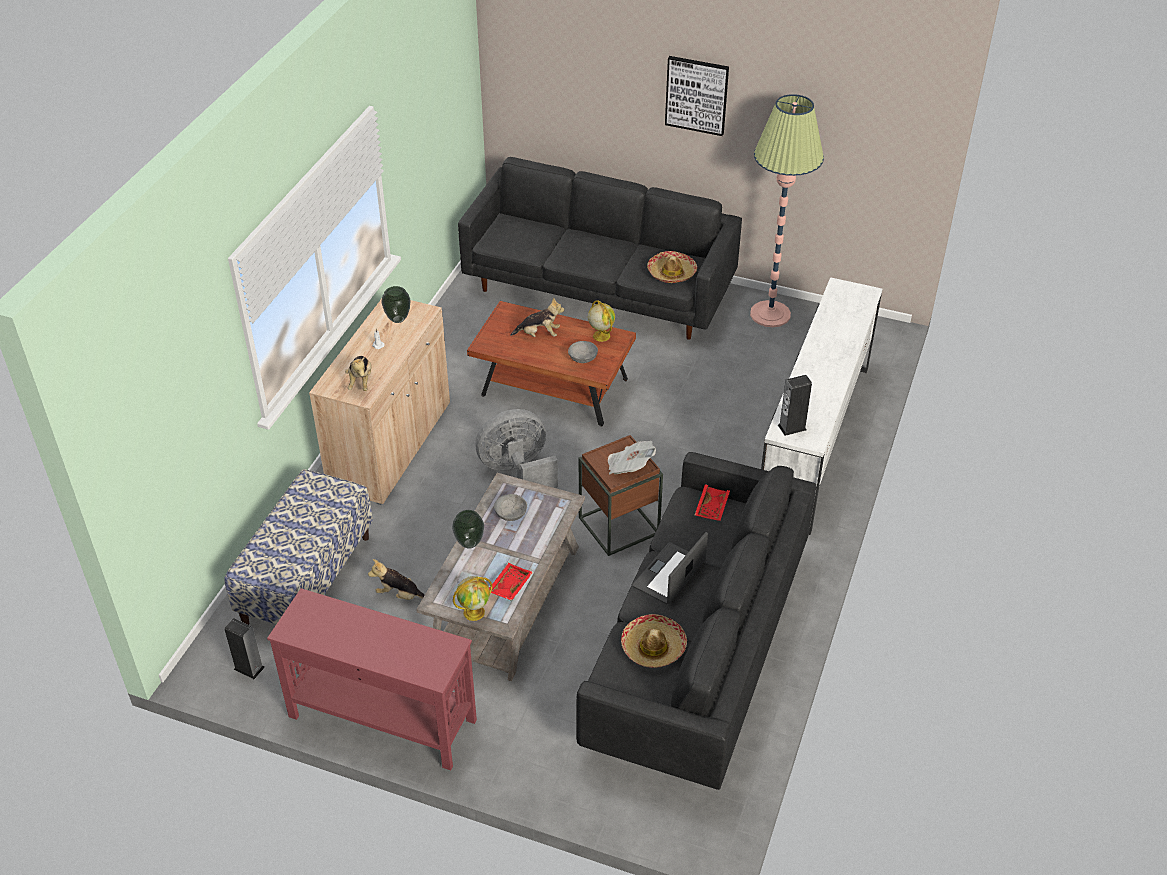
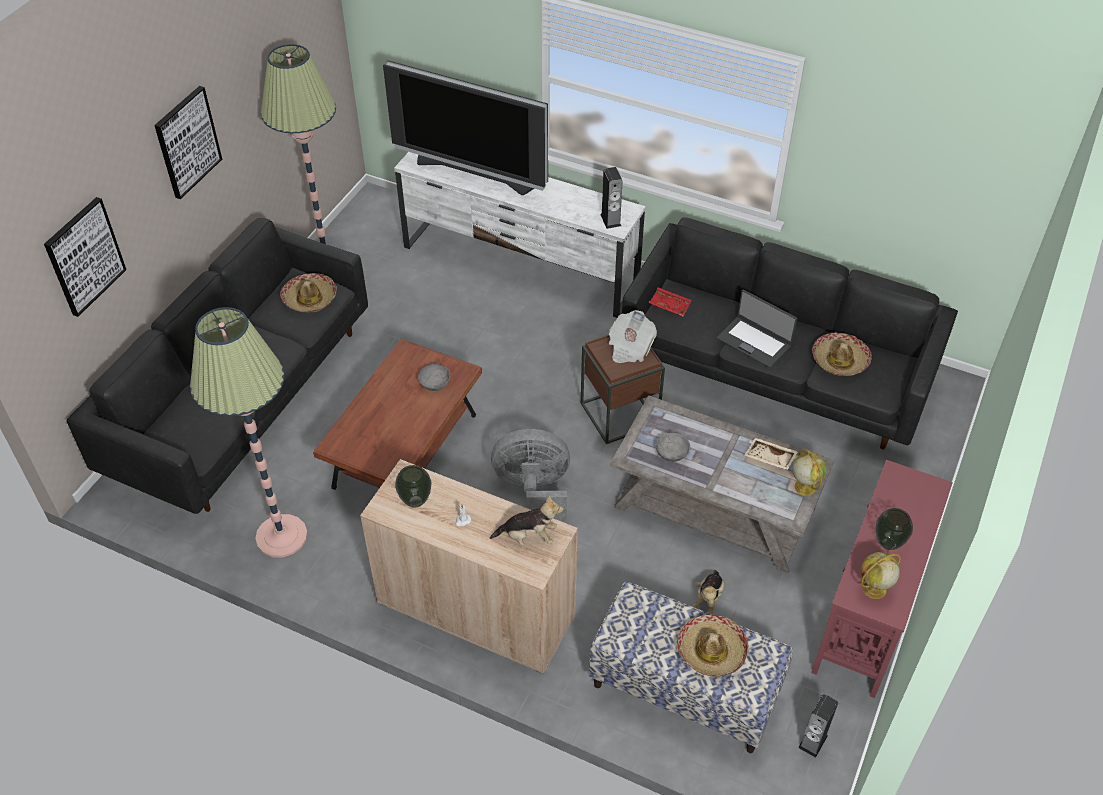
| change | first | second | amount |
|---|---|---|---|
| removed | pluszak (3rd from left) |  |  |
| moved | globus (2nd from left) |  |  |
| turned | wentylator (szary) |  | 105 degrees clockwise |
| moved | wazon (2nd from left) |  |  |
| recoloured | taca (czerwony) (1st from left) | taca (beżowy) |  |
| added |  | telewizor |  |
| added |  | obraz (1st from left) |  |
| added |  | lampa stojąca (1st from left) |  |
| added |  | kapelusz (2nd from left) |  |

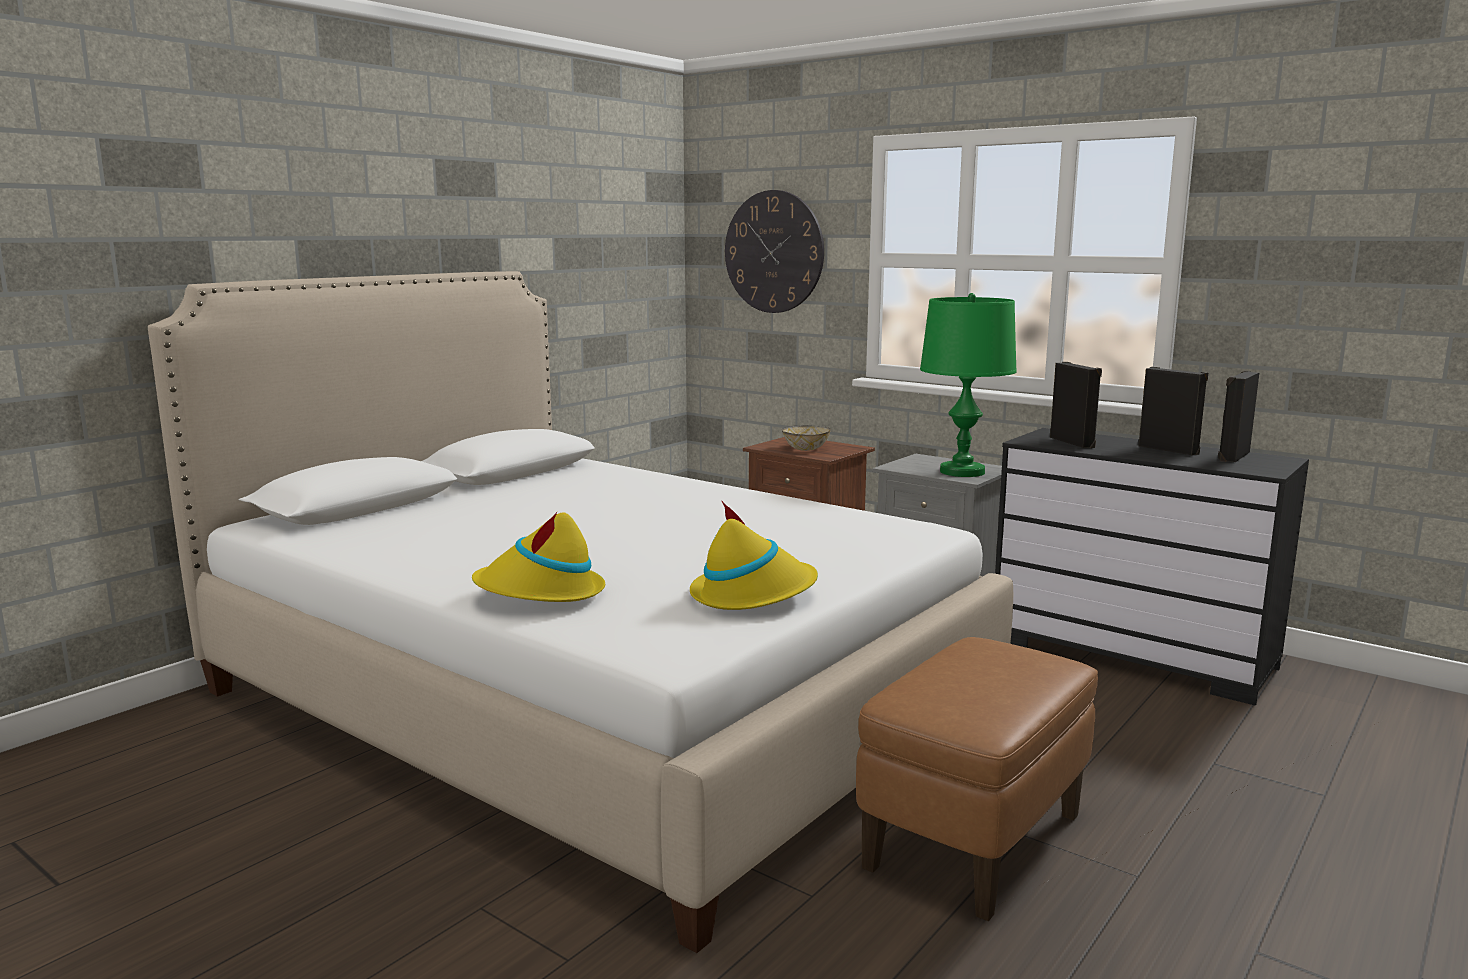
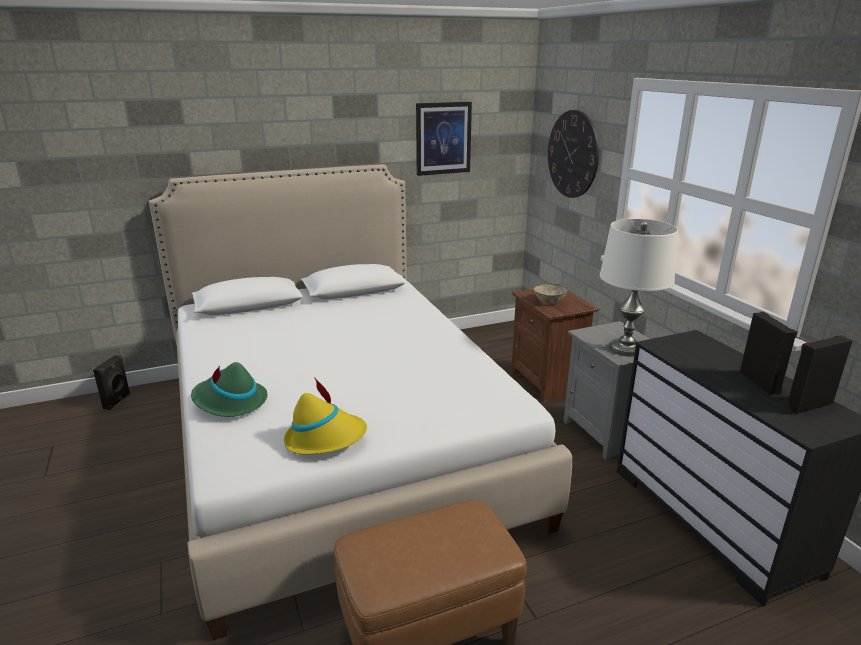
| change | first | second | amount |
|---|---|---|---|
| recoloured | lampa stołowa (zielony) | lampa stołowa (biały) |  |
| moved | głośnik (czarny) (1st from left) |  |  |
| recoloured | kapelusz (żółty) (1st from left) | kapelusz (zielony) |  |
| added |  | obraz |  |

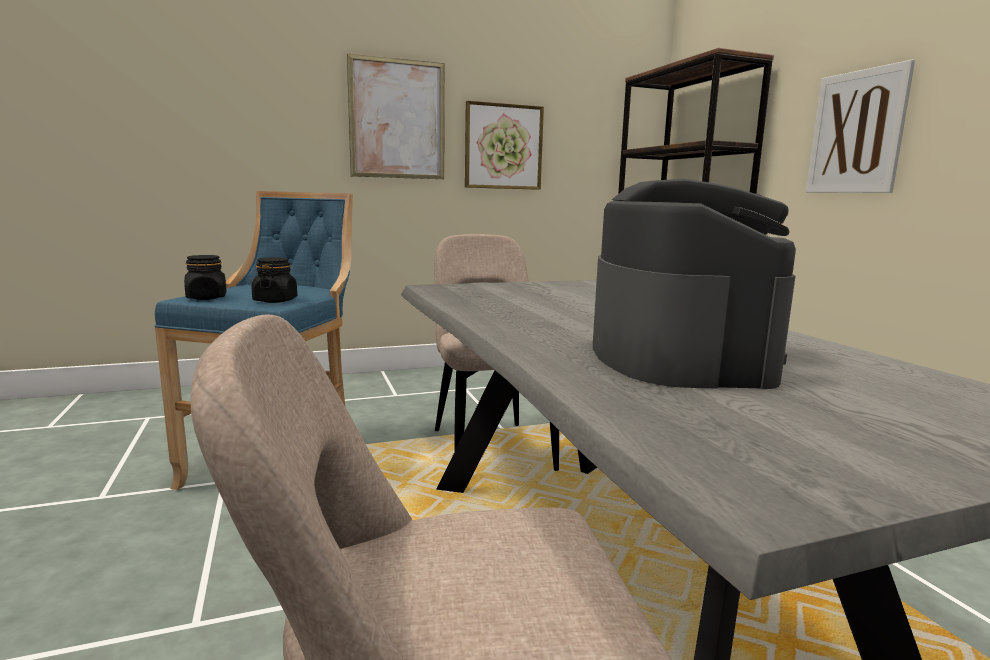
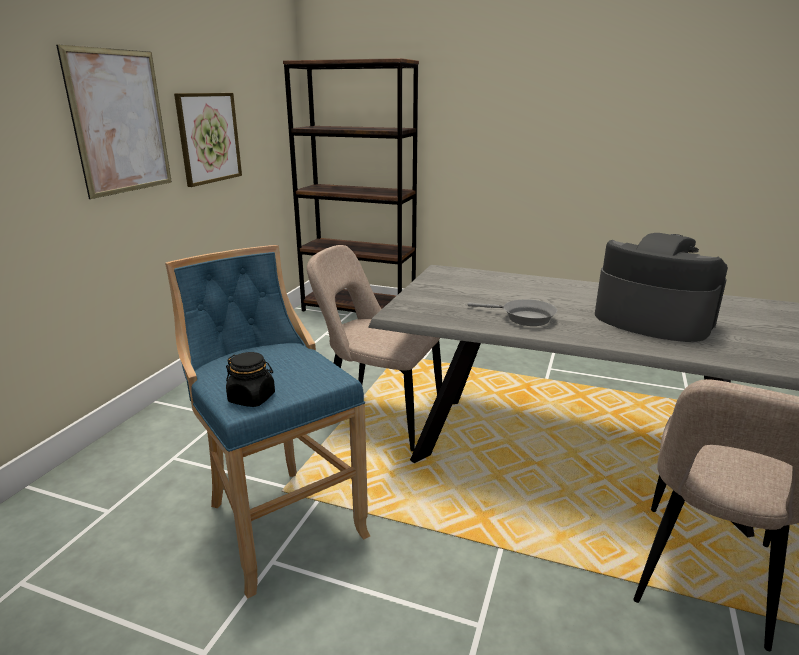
| change | first | second | amount |
|---|---|---|---|
| removed | obraz (3rd from left) |  |  |
| removed | słoik (czarny) (2nd from left) |  |  |
| added |  | patelnia (szary) |  |

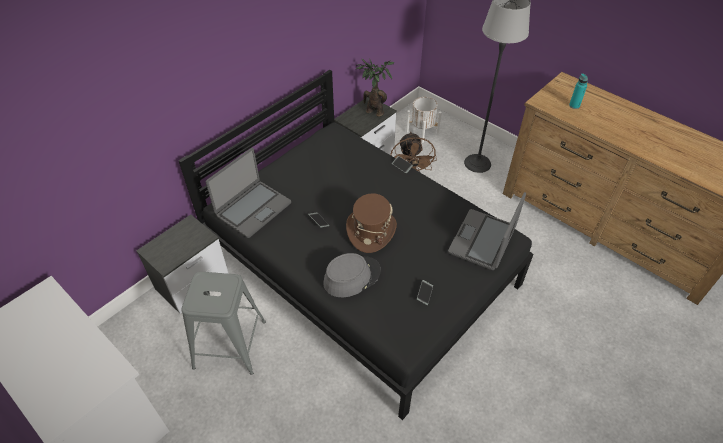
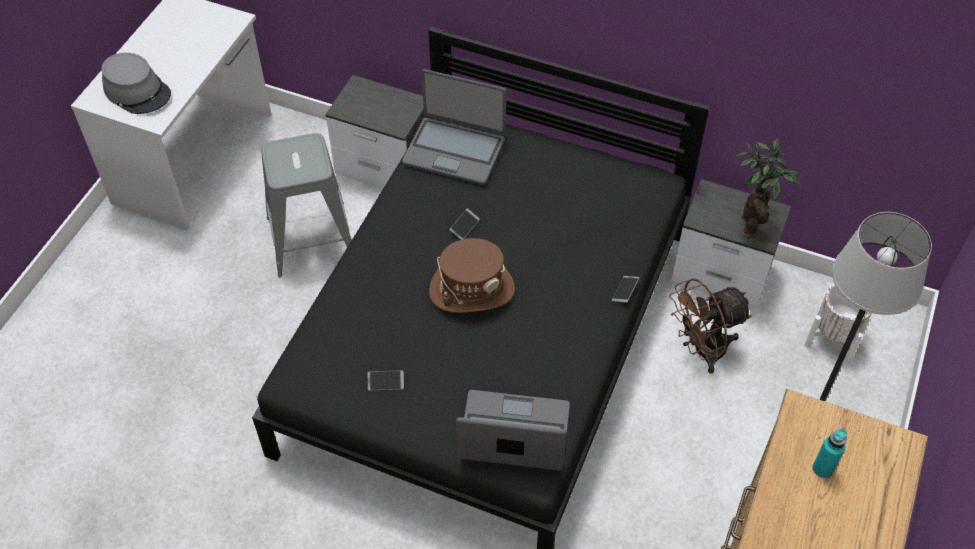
| change | first | second | amount |
|---|---|---|---|
| moved | kapelusz (szary) |  |  |

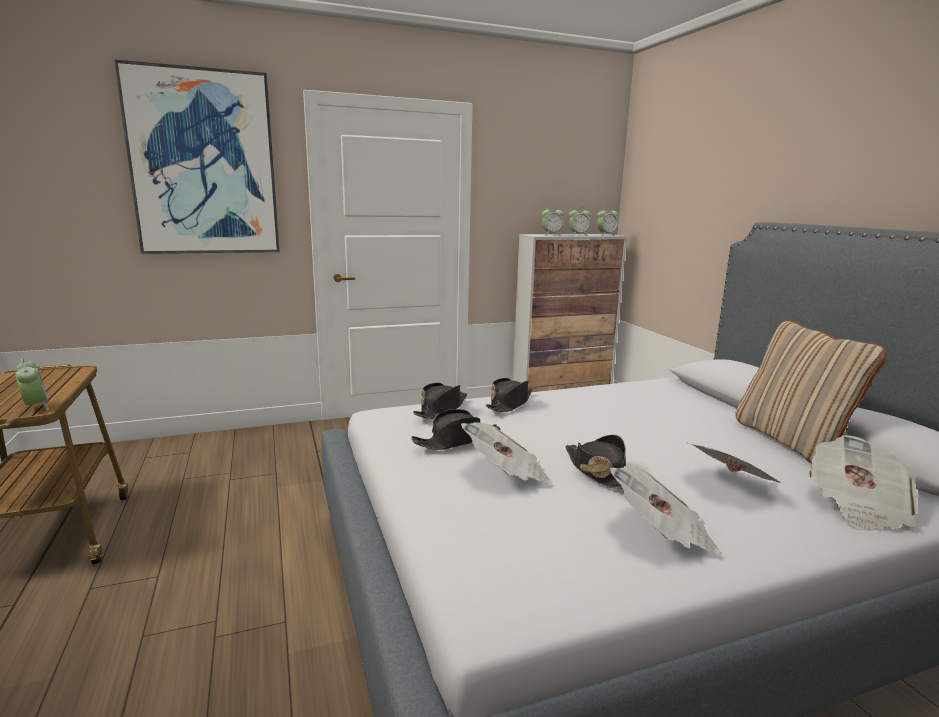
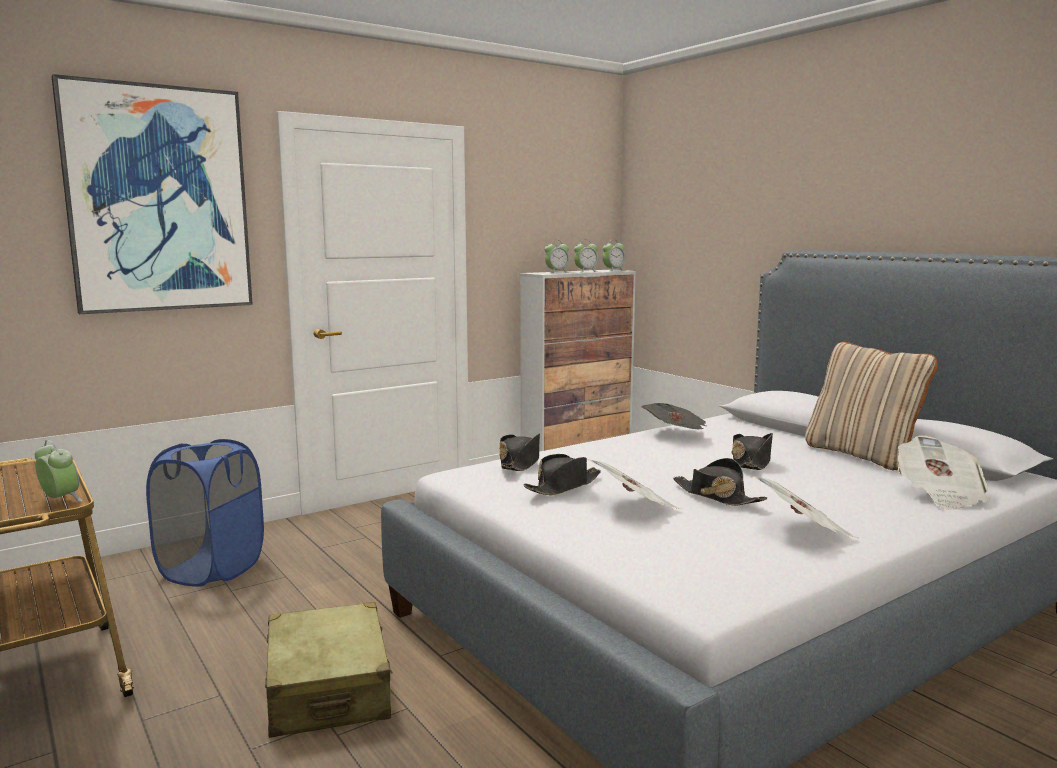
| change | first | second | amount |
|---|---|---|---|
| moved | kapelusz (czarny) (3rd from left in the first image) | kapelusz (czarny) (4th from left) |  |
| moved | gazeta (3rd from left in the first image) | gazeta (2nd from left) |  |
| added |  | kosz na pranie (niebieski) |  |
| added |  | walizka (beżowy) |  |

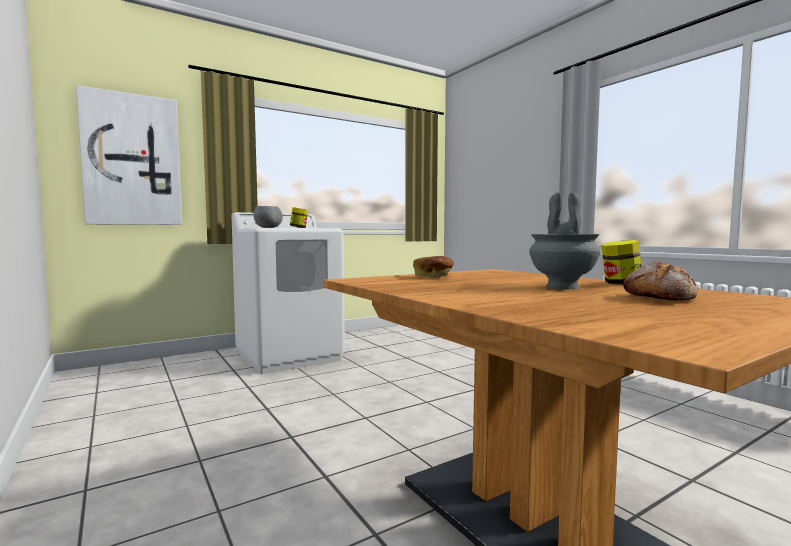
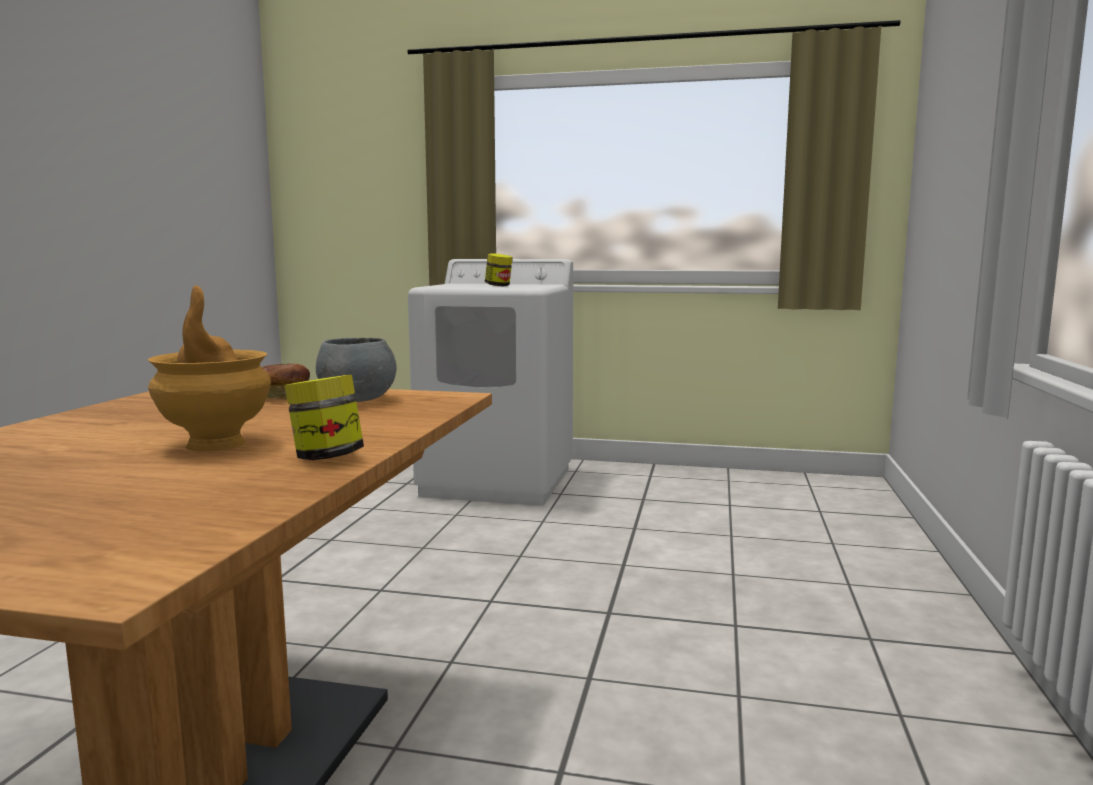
| change | first | second | amount |
|---|---|---|---|
| removed | obraz |  |  |
| recoloured | wazon (szary) | wazon (brązowy) |  |
| moved | miska (szary) |  |  |
| removed | chleb (2nd from left) |  |  |

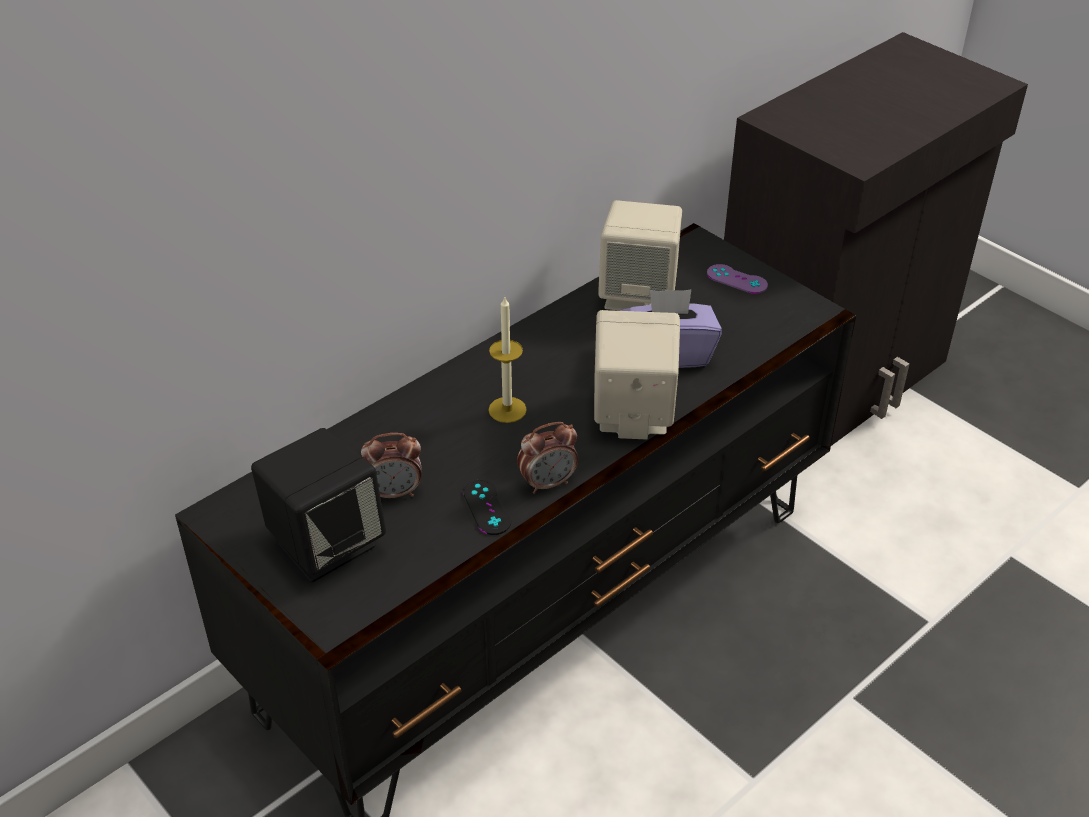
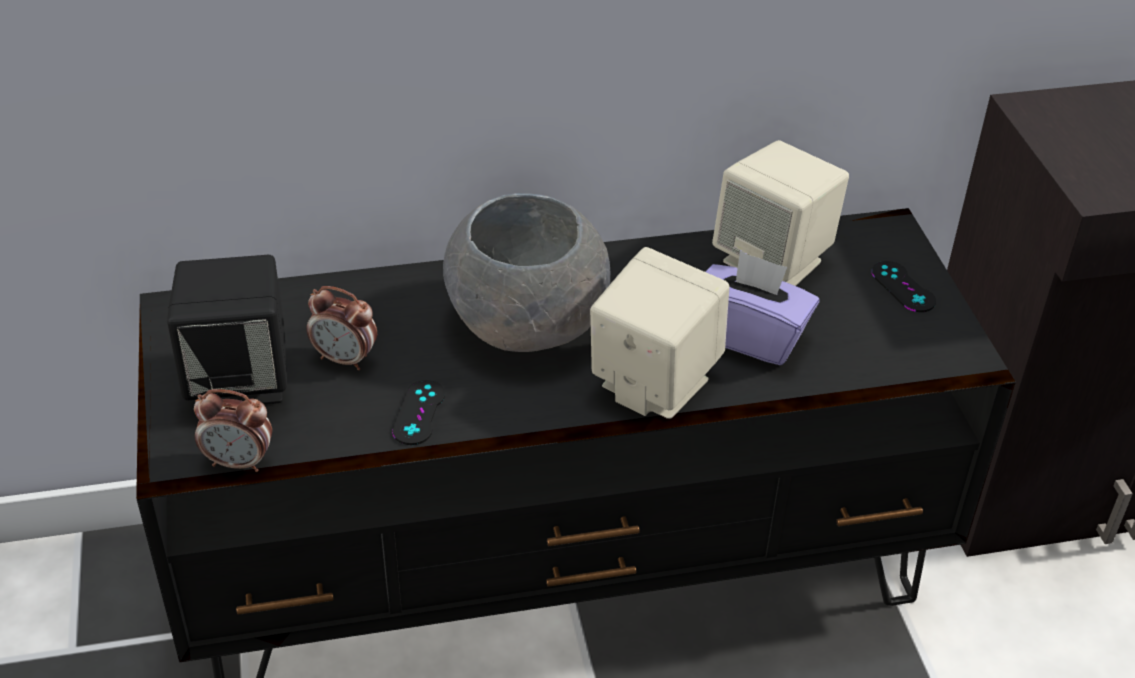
| change | first | second | amount |
|---|---|---|---|
| recoloured | pad do gier (fioletowy) | pad do gier (czarny) (2nd from left) |  |
| replaced | świeca | miska (szary) |  |
| moved | budzik (2nd from left in the first image) | budzik (1st from left) |  |

